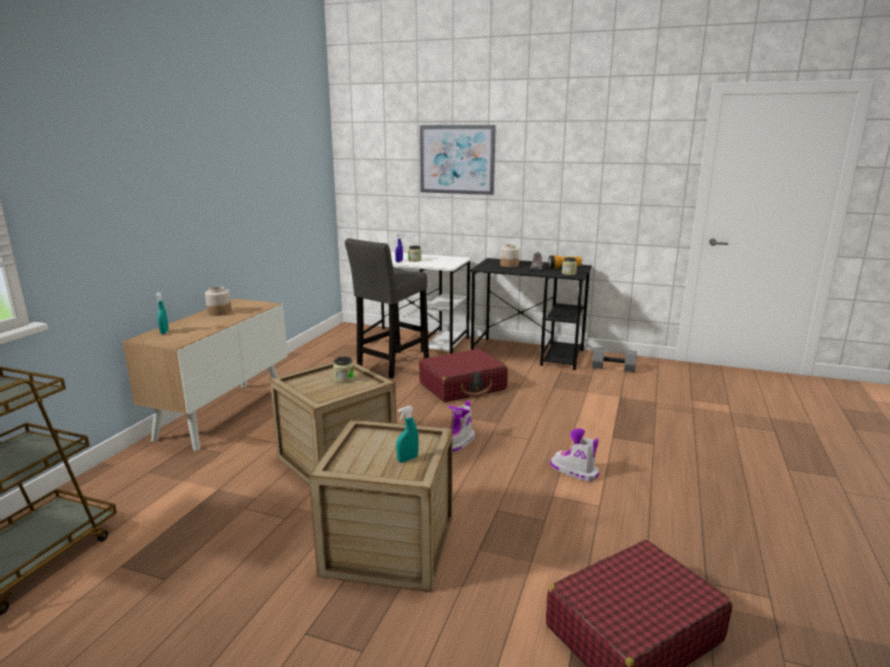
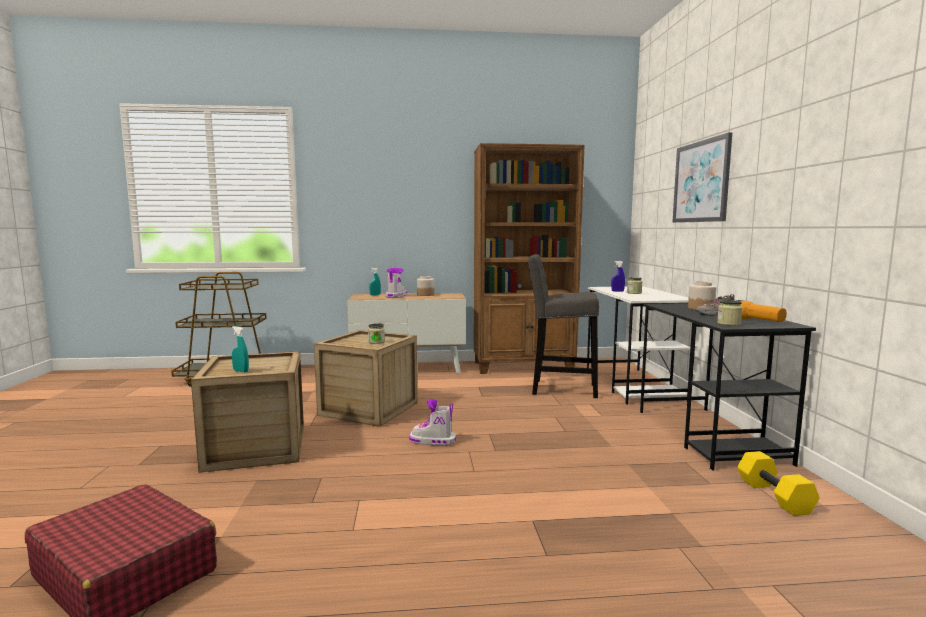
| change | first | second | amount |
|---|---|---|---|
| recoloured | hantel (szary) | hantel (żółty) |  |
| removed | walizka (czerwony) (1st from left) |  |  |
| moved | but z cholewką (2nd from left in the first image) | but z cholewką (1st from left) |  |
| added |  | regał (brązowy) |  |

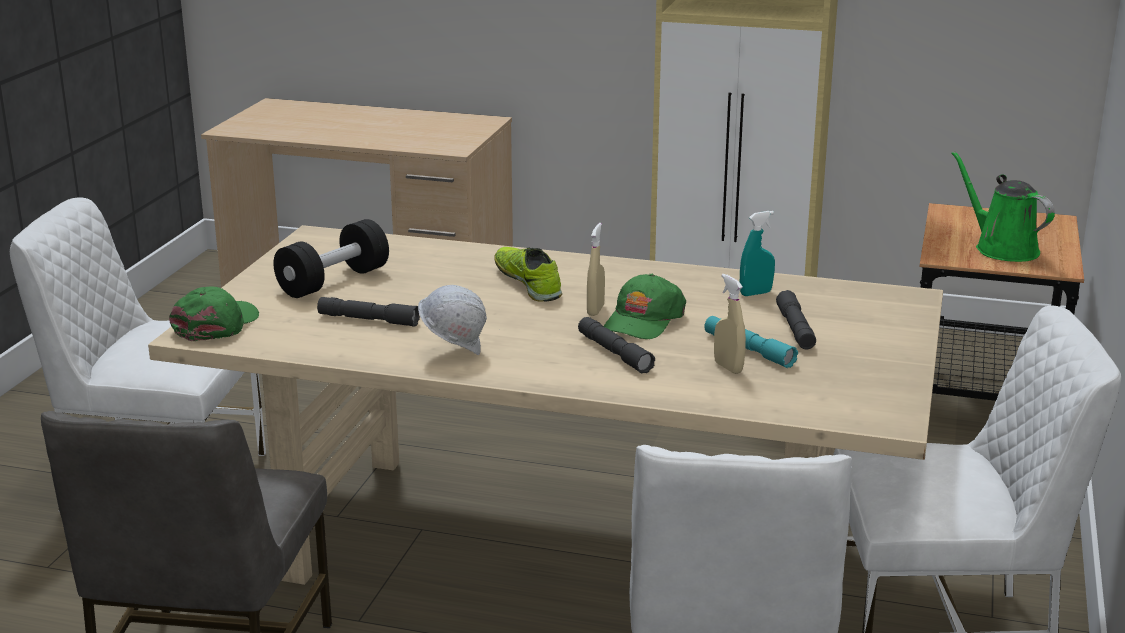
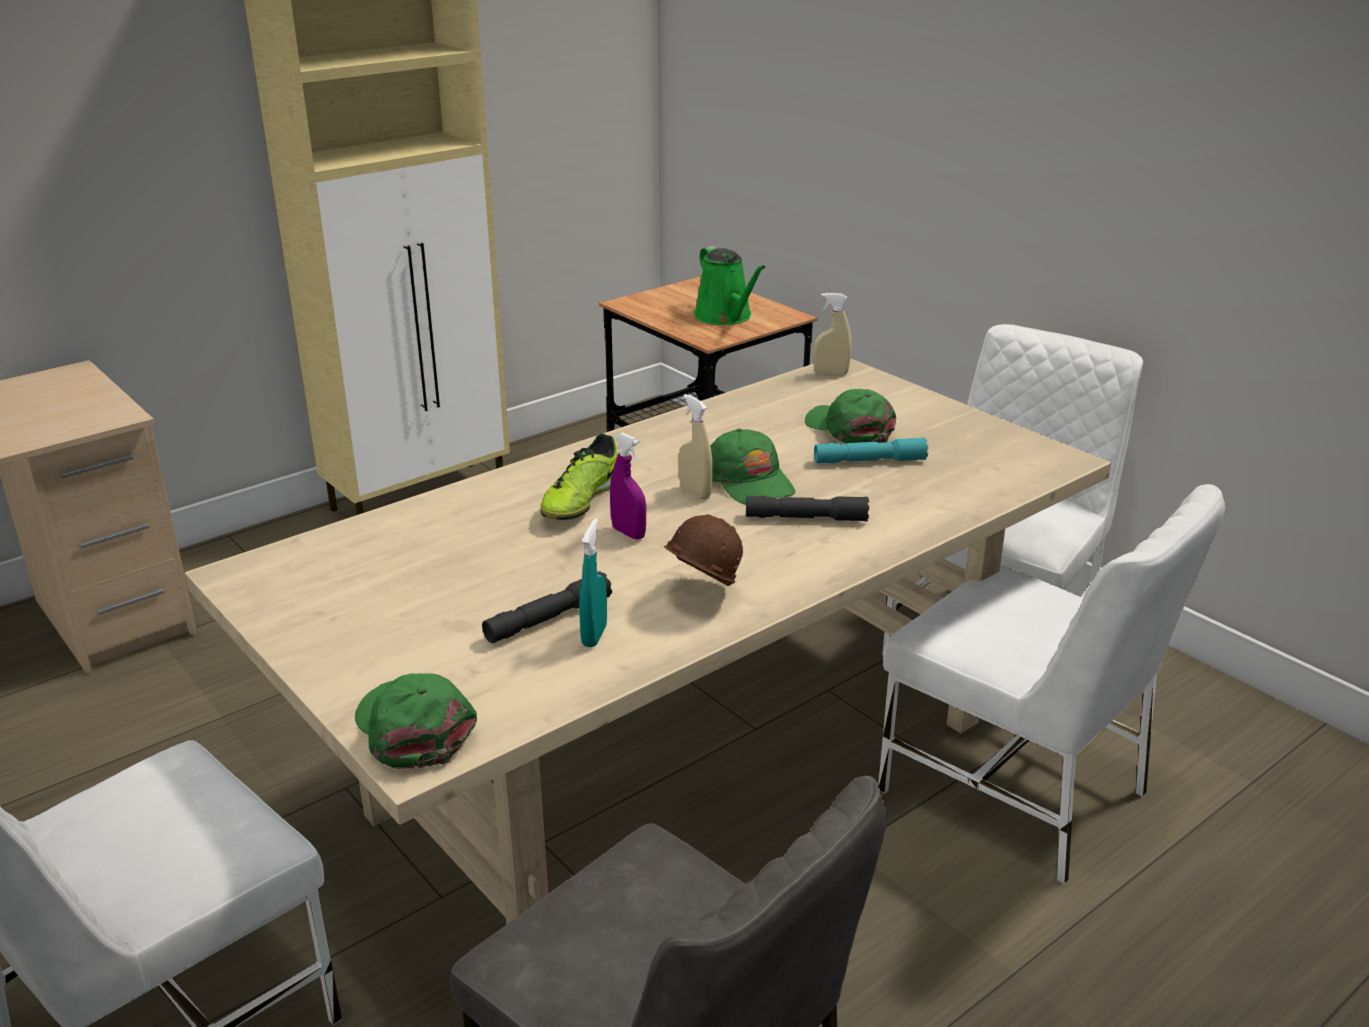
| change | first | second | amount |
|---|---|---|---|
| turned | konewka (zielony) |  | 120 degrees counterclockwise |
| moved | spryskiwacz (turkusowy) |  |  |
| removed | hantel (czarny) |  |  |
| turned | but |  | 75 degrees counterclockwise |
| moved | spryskiwacz (beżowy) (2nd from left) |  |  |
| recoloured | kask (biały) | kask (brązowy) |  |
| replaced | latarka (szary) (3rd from left) | czapka z daszkiem (zielony) (3rd from left) |  |
| added |  | spryskiwacz (fioletowy) |  |

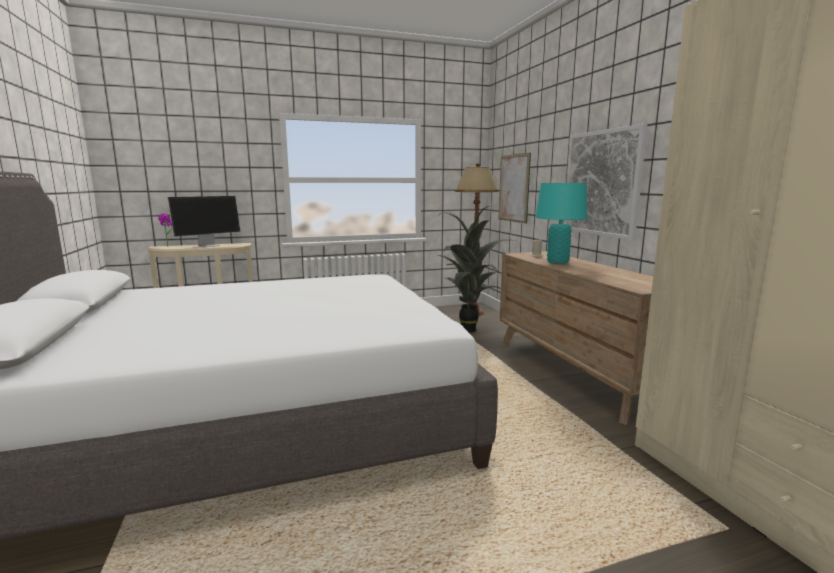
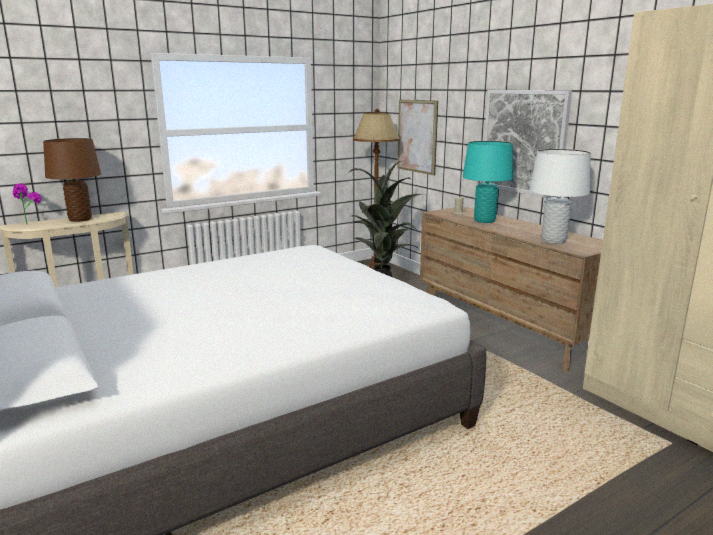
| change | first | second | amount |
|---|---|---|---|
| replaced | monitor | lampa stołowa (brązowy) |  |
| added |  | lampa stołowa (biały) |  |

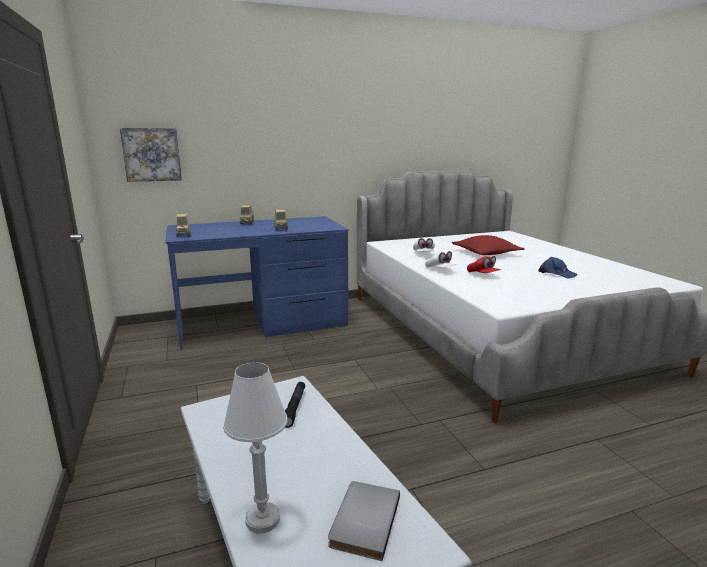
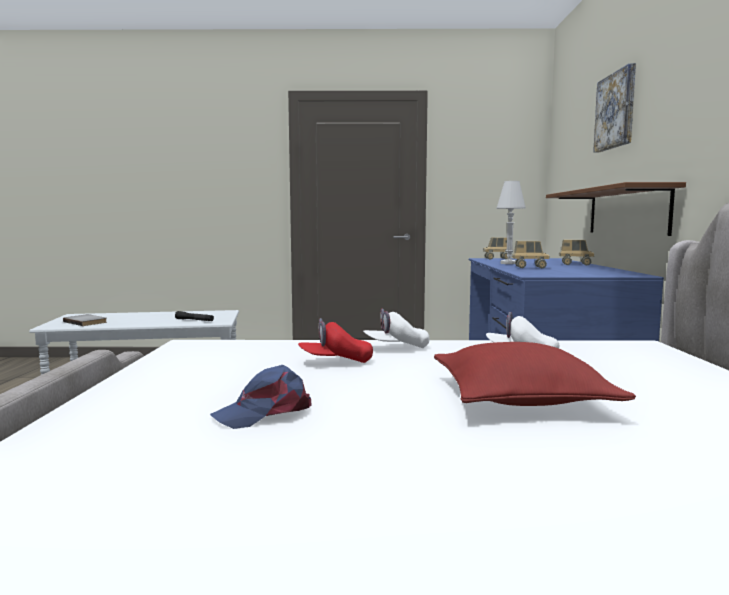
| change | first | second | amount |
|---|---|---|---|
| moved | obraz |  |  |
| moved | lampa stołowa (biały) |  |  |
| added |  | półka (brązowy) |  |

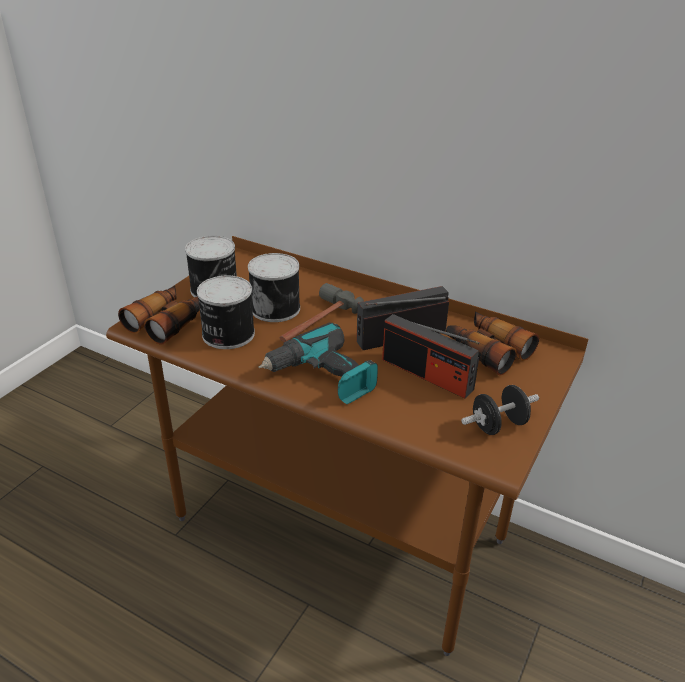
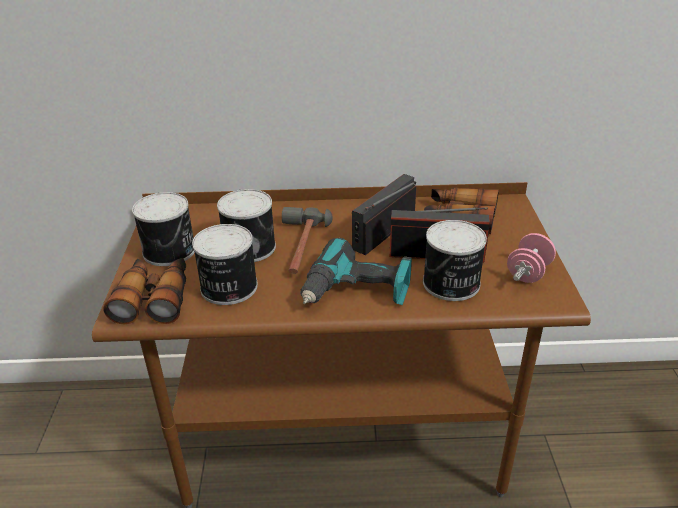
| change | first | second | amount |
|---|---|---|---|
| recoloured | hantel (czarny) | hantel (różowy) |  |
| added |  | puszka (4th from left) |  |

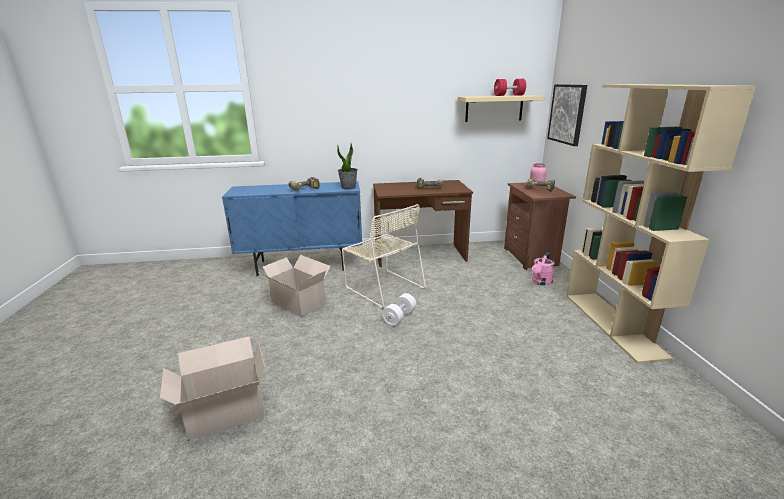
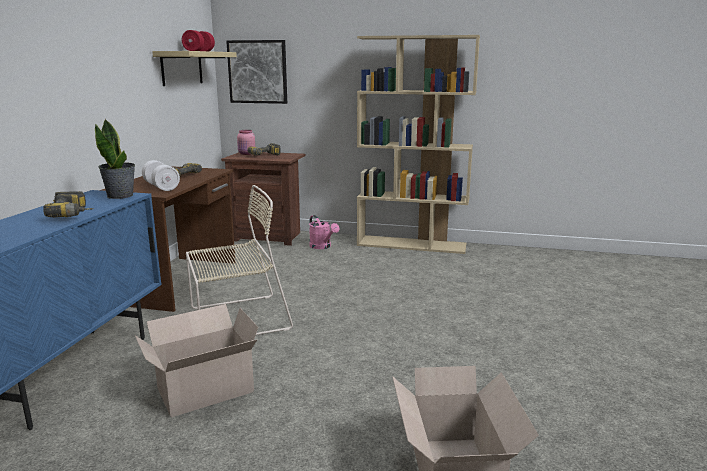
| change | first | second | amount |
|---|---|---|---|
| moved | hantel (biały) |  |  |

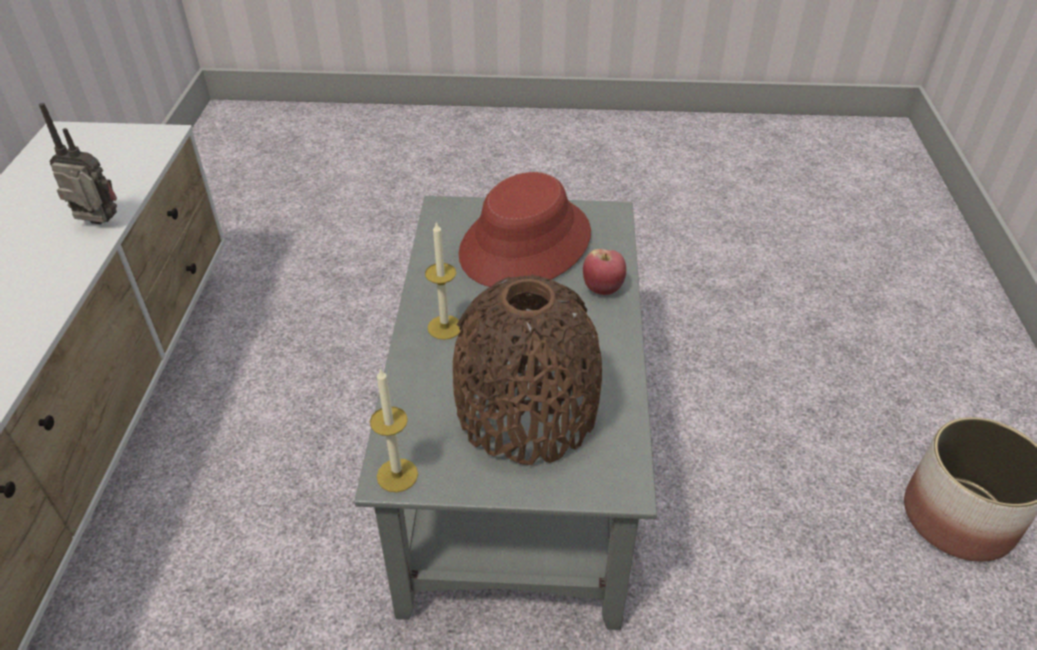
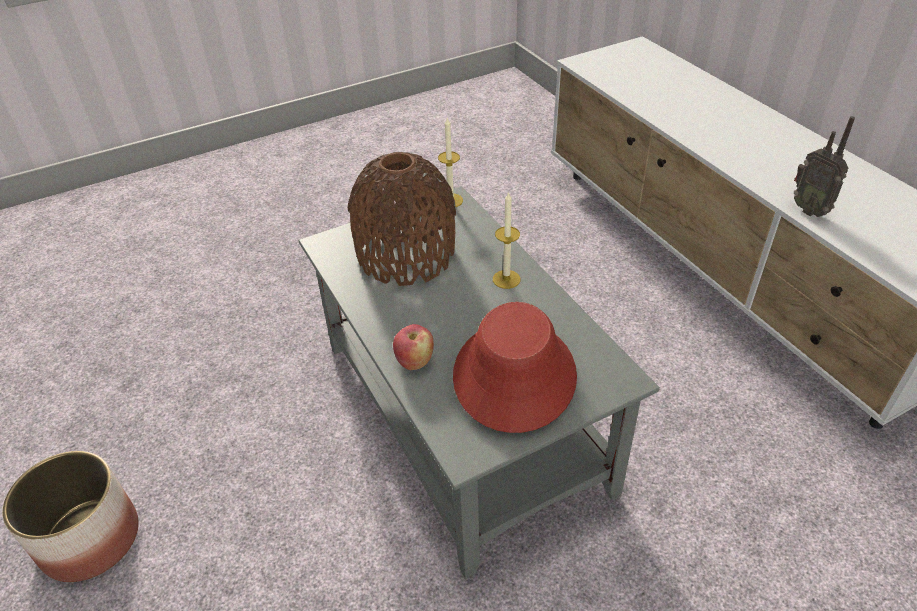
| change | first | second | amount |
|---|---|---|---|
| turned | radio |  | 75 degrees clockwise |

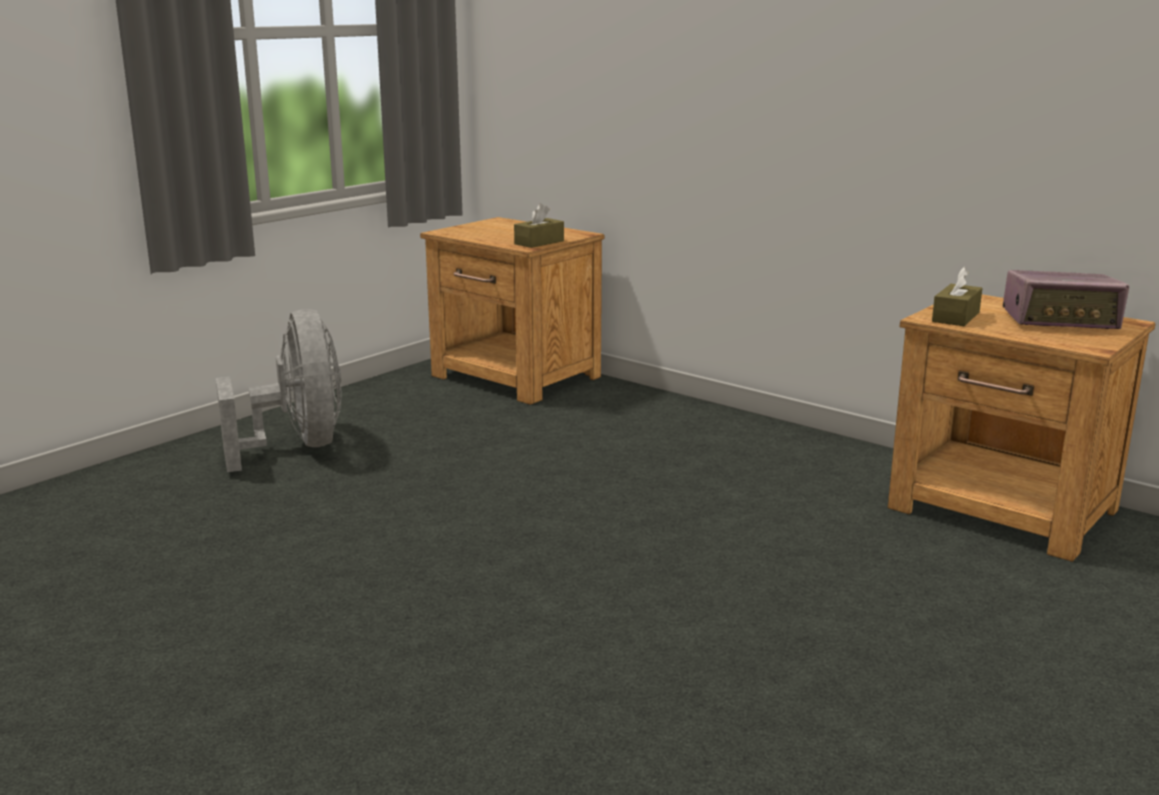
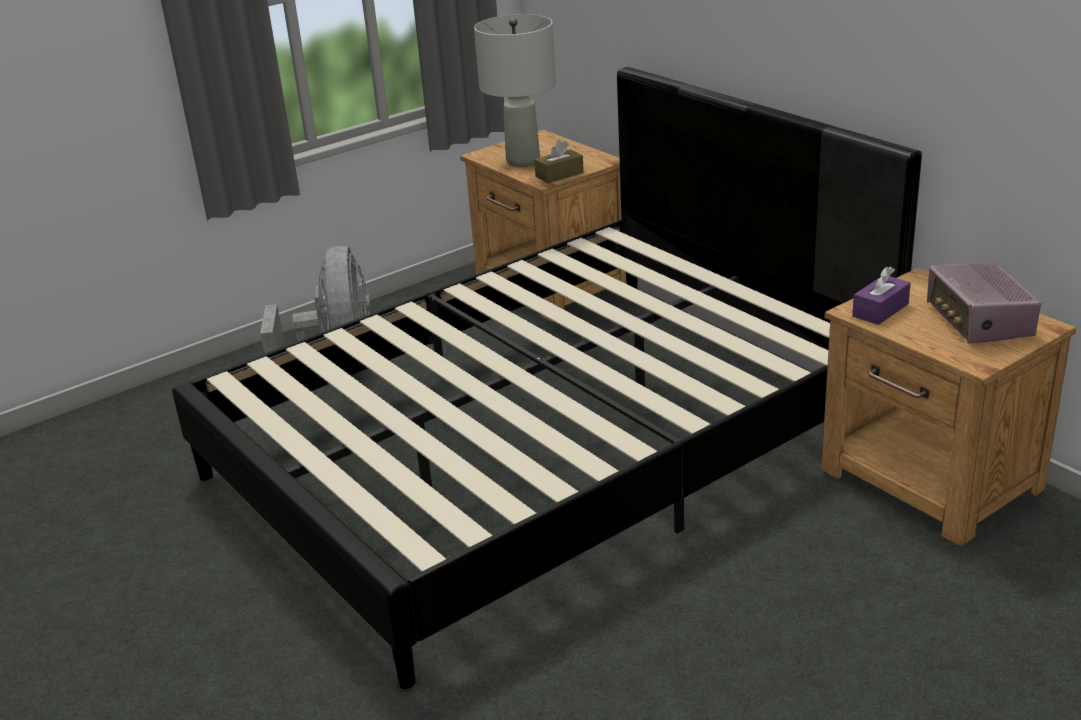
| change | first | second | amount |
|---|---|---|---|
| recoloured | pudełko chusteczek (brązowy) (2nd from left) | pudełko chusteczek (fioletowy) |  |
| turned | radio |  | 60 degrees clockwise |
| added |  | lampa stołowa (szary) |  |
| added |  | łóżko (czarny) |  |

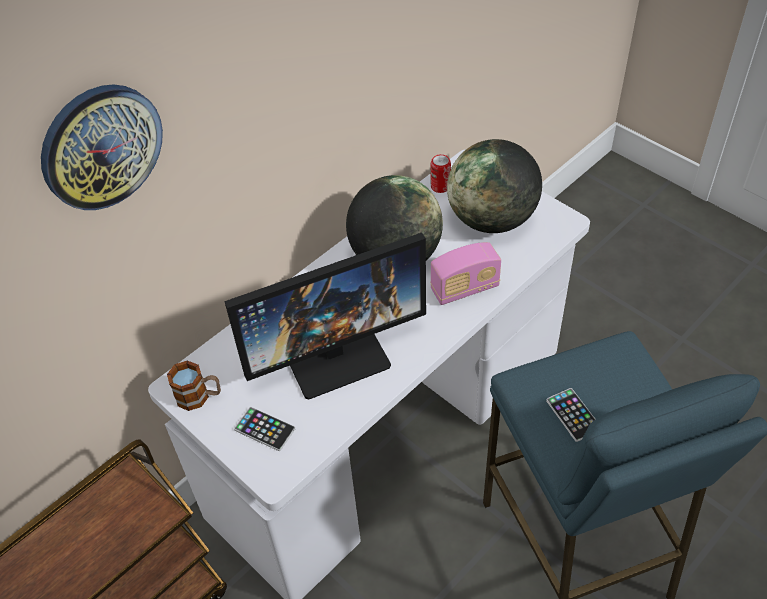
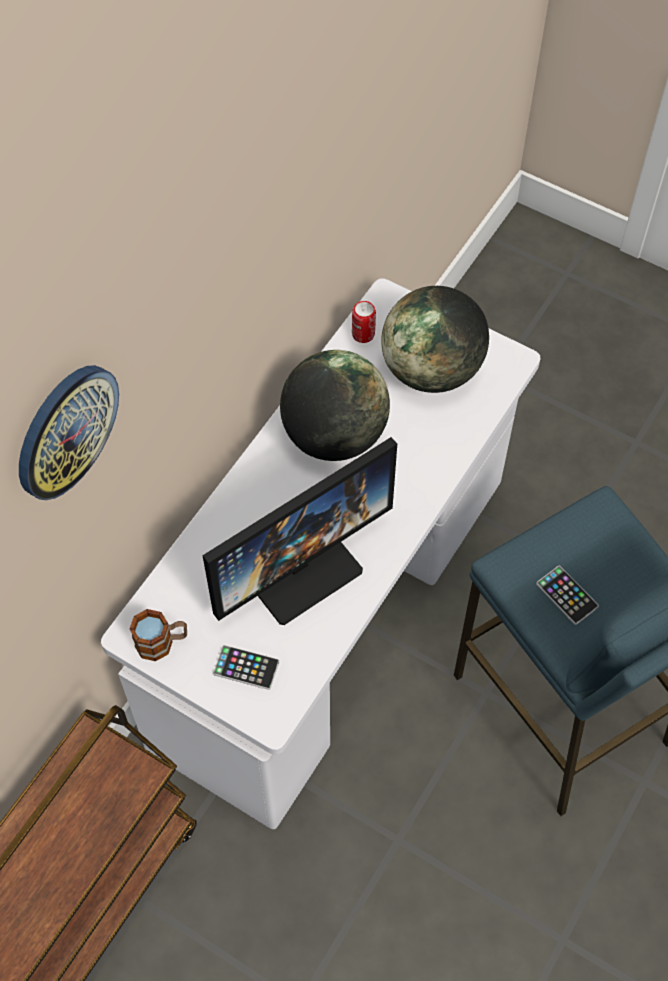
| change | first | second | amount |
|---|---|---|---|
| removed | radio |  |  |

